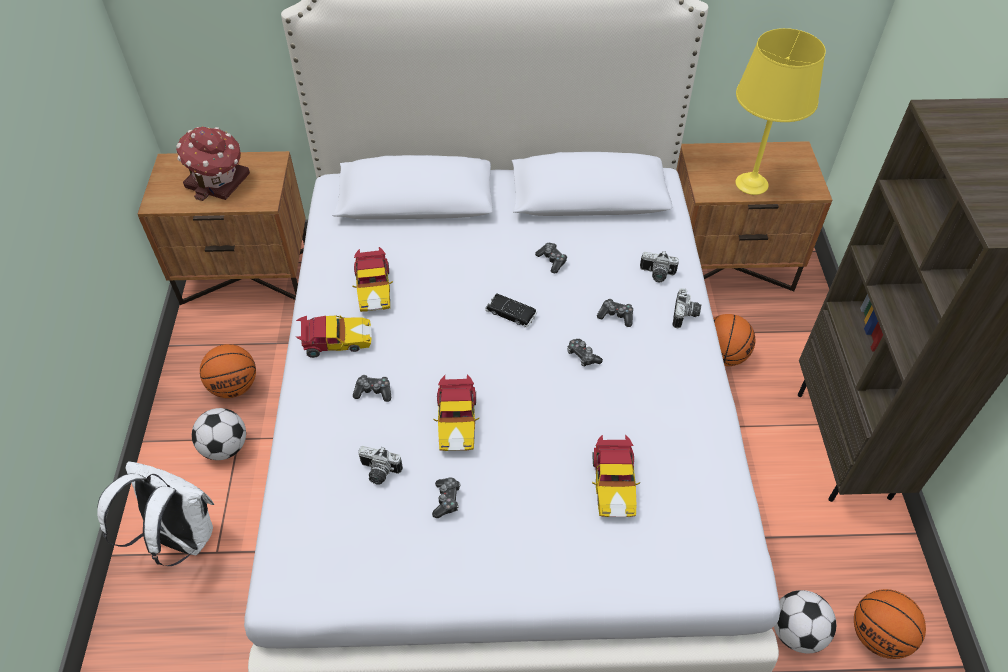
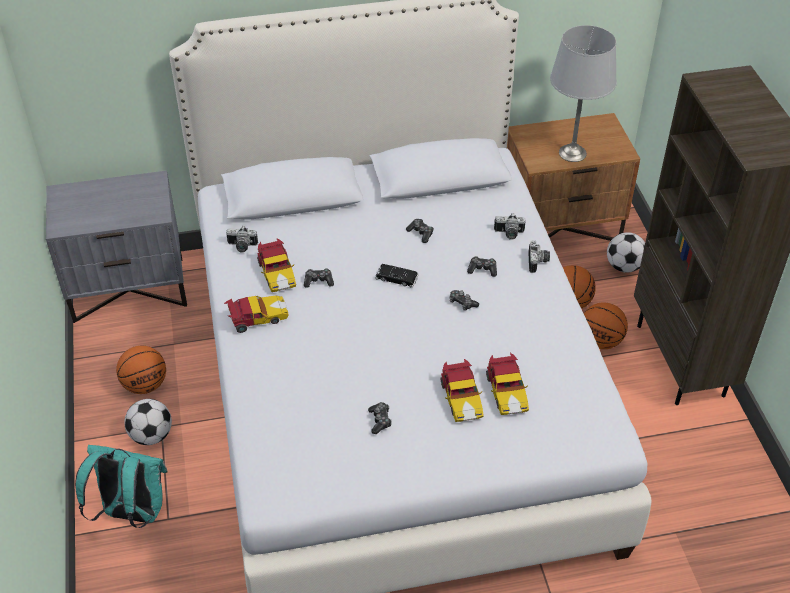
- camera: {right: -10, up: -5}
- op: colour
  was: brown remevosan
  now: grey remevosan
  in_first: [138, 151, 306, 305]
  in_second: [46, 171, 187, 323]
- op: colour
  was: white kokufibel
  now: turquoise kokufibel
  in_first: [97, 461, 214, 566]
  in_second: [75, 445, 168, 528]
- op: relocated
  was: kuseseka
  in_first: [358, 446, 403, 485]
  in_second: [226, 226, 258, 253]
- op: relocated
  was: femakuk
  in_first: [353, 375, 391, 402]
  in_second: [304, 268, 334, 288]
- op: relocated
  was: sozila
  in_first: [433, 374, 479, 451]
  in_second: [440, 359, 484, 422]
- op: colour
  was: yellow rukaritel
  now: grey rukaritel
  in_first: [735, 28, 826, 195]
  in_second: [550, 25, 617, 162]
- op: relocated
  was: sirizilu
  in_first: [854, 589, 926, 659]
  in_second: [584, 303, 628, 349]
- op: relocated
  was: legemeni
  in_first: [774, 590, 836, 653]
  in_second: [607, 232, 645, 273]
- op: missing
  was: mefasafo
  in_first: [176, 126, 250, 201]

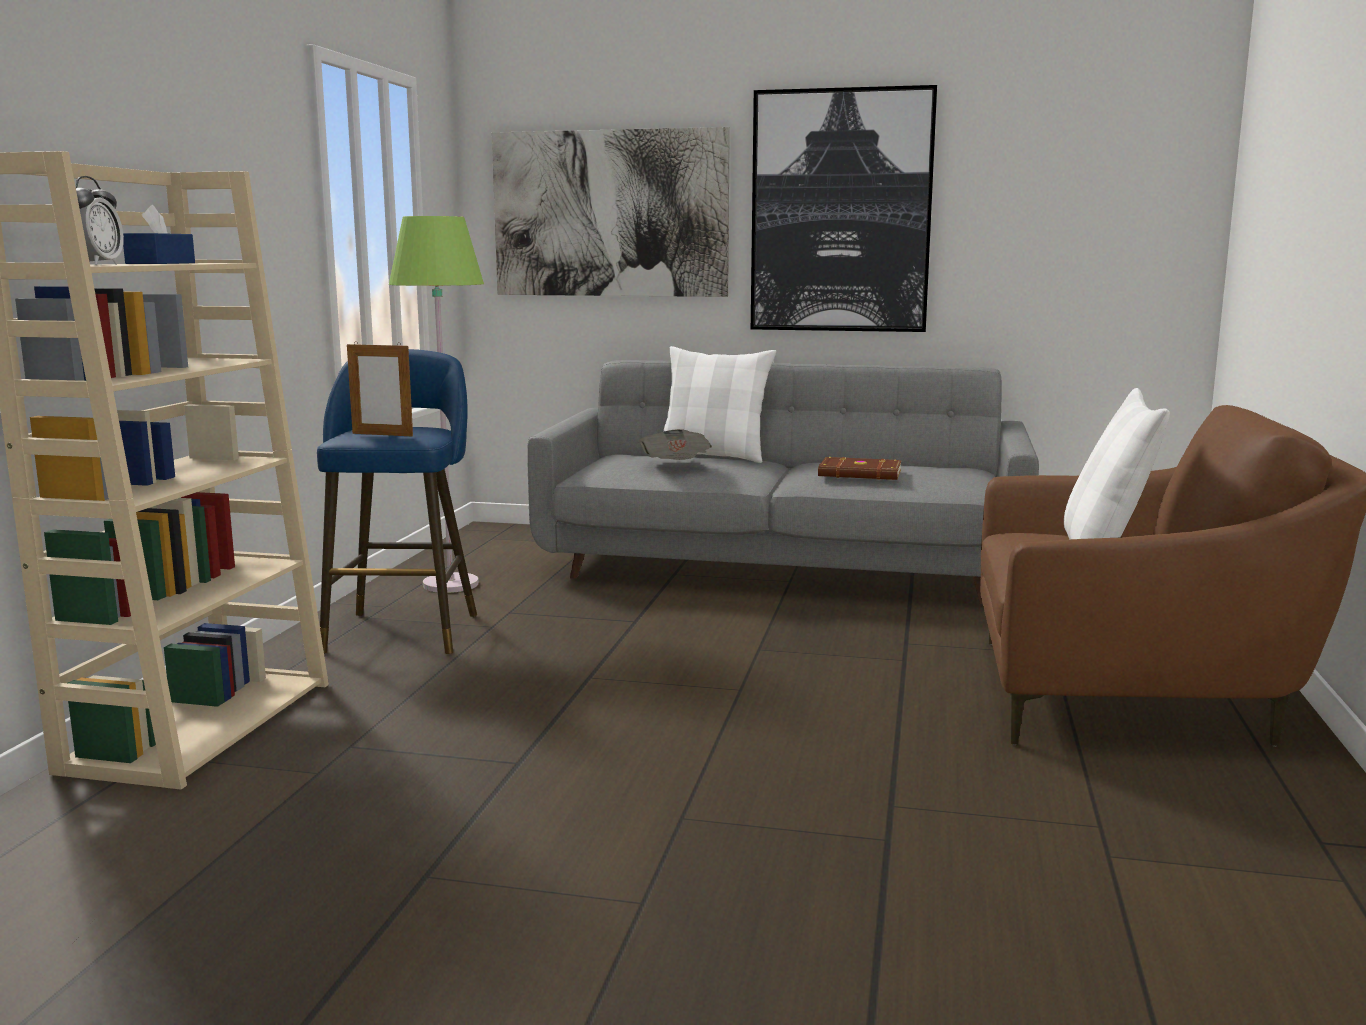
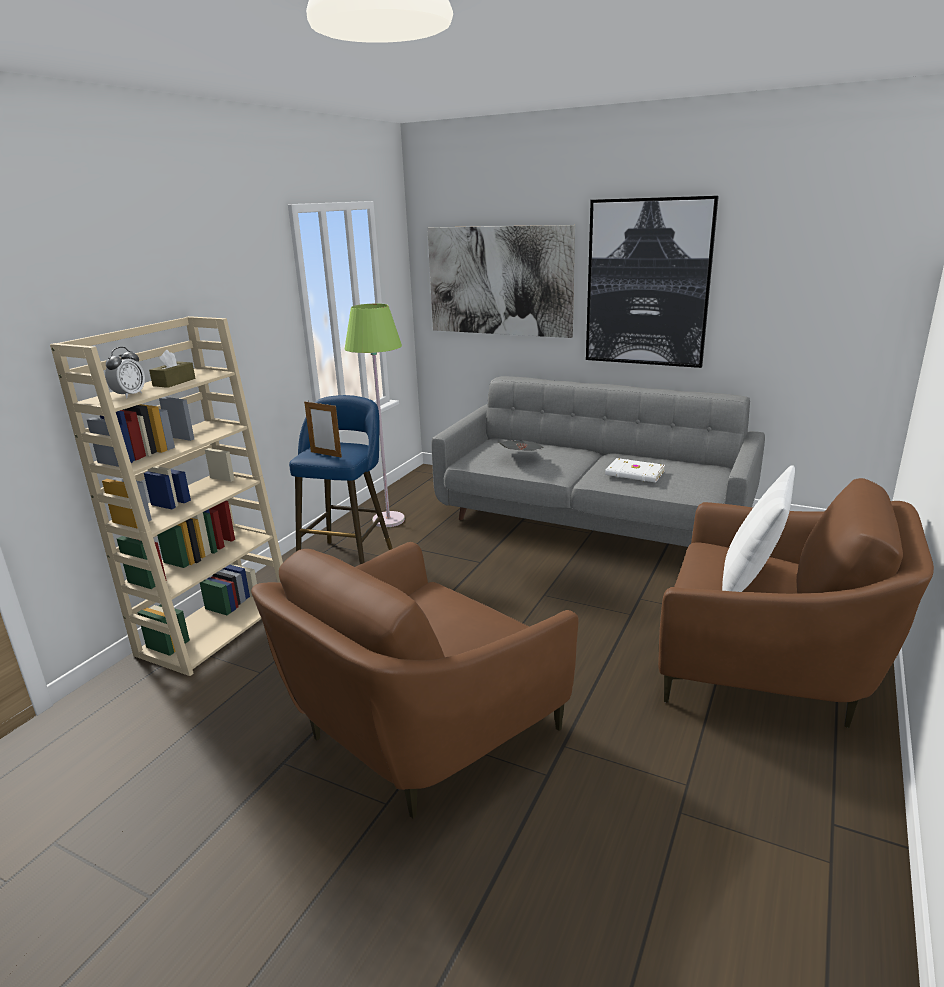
- camera: {right: 15, up: 10}
- op: colour
  was: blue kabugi
  now: brown kabugi
  in_first: [123, 205, 195, 264]
  in_second: [149, 350, 195, 388]
- op: appeared
  now: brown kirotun
  in_second: [251, 542, 579, 819]
- op: colour
  was: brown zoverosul
  now: white zoverosul
  in_first: [818, 457, 901, 480]
  in_second: [605, 458, 665, 483]
- op: missing
  was: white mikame
  in_first: [663, 346, 776, 463]

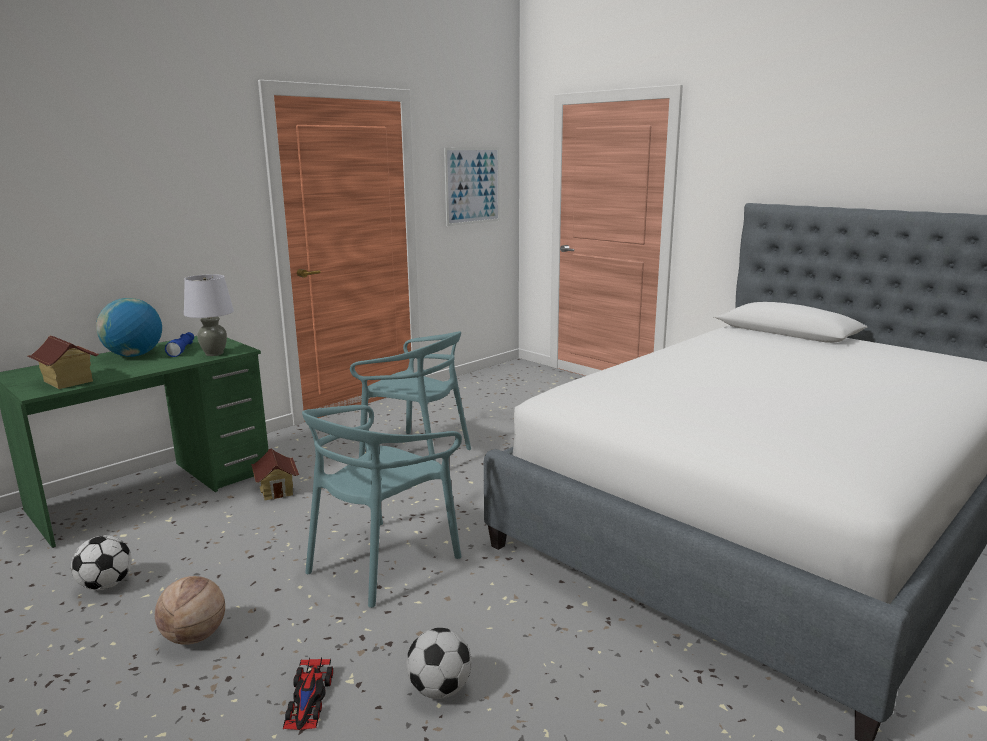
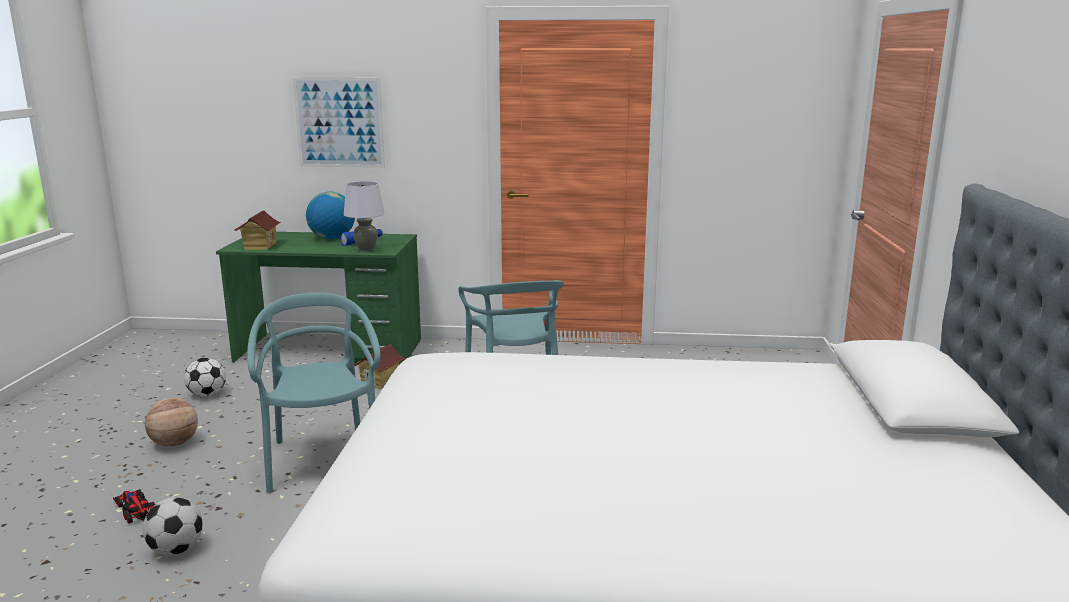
- camera: {right: 50, up: 0}
- op: spun
  was: sozila
  in_first: [283, 657, 333, 730]
  in_second: [113, 489, 155, 524]
  clockwise: 90
- op: spun
  was: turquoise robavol
  in_first: [302, 405, 462, 608]
  in_second: [247, 293, 381, 493]
  clockwise: 75
- op: relocated
  was: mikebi
  in_first: [444, 147, 500, 226]
  in_second: [293, 77, 385, 168]

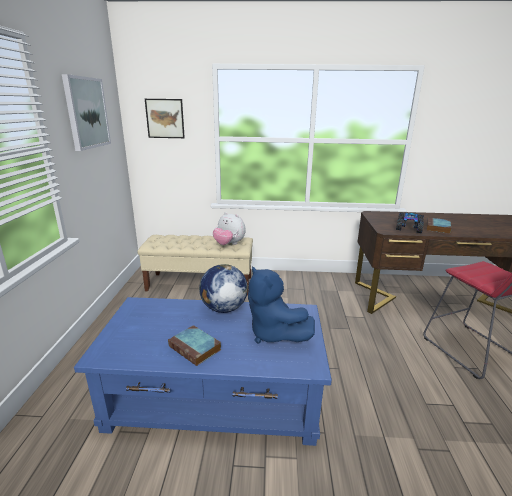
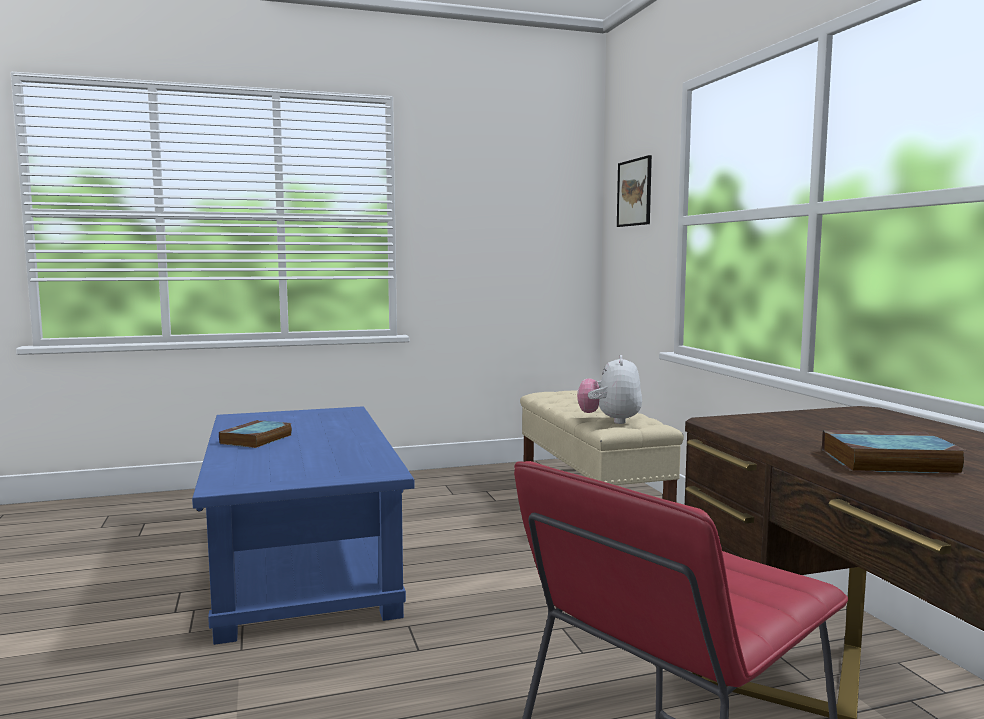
- camera: {right: 70, up: -15}
- op: missing
  was: mikebi
  in_first: [62, 74, 111, 151]
- op: missing
  was: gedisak
  in_first: [199, 264, 248, 313]
- op: missing
  was: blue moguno
  in_first: [248, 266, 315, 344]
- op: missing
  was: sozila
  in_first: [396, 212, 424, 233]

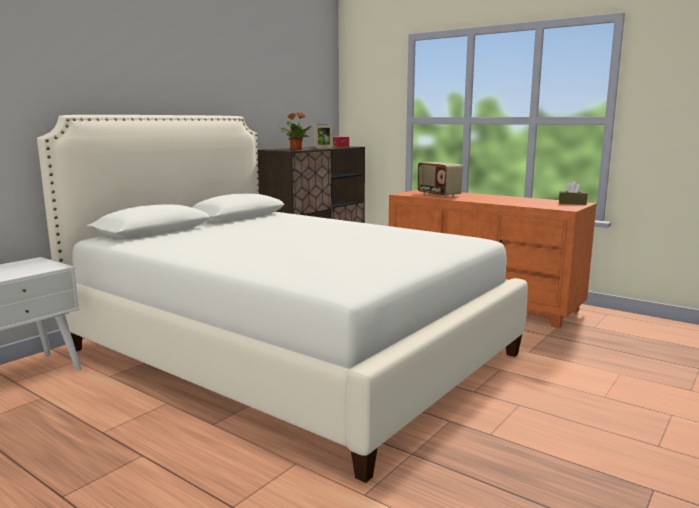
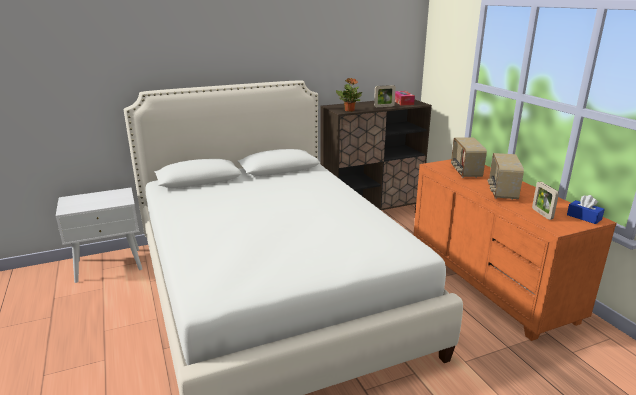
- camera: {right: 30, up: 10}
- op: appeared
  now: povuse
  in_second: [488, 153, 524, 200]
- op: appeared
  now: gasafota
  in_second: [532, 182, 559, 220]
- op: colour
  was: brown kabugi
  now: blue kabugi
  in_first: [559, 181, 587, 205]
  in_second: [567, 195, 605, 224]

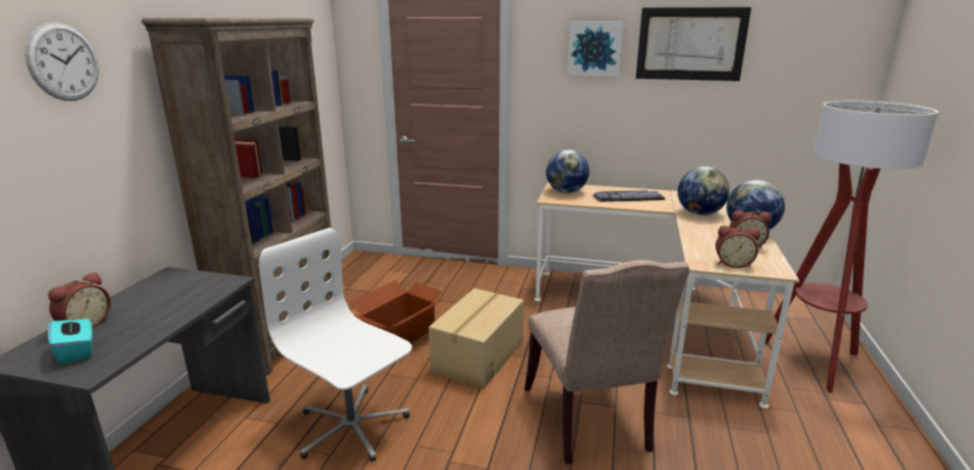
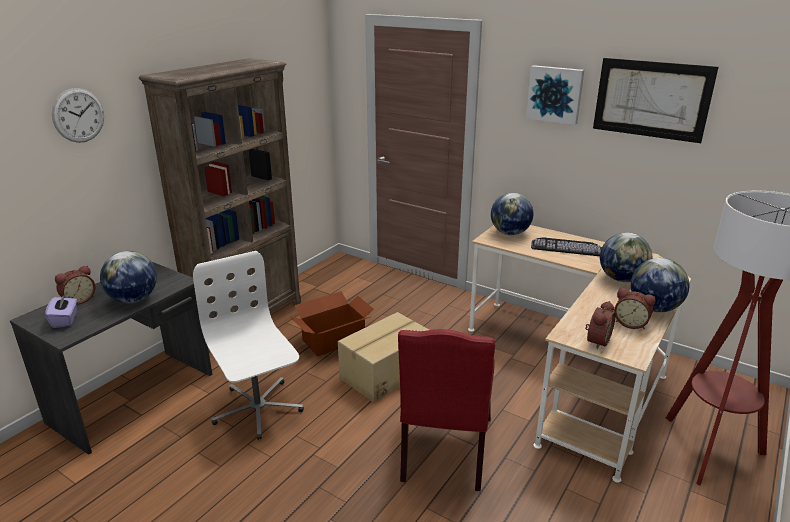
- camera: {right: 20, up: 5}
- op: colour
  was: turquoise kabugi
  now: purple kabugi
  in_first: [48, 311, 93, 365]
  in_second: [45, 294, 77, 328]
- op: appeared
  now: gedisak
  in_second: [100, 251, 157, 303]
- op: colour
  was: beige robavol
  now: red robavol
  in_first: [524, 260, 689, 465]
  in_second: [398, 329, 495, 491]
- op: spun
  was: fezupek
  in_first: [715, 226, 760, 268]
  in_second: [585, 301, 616, 349]
  clockwise: -90

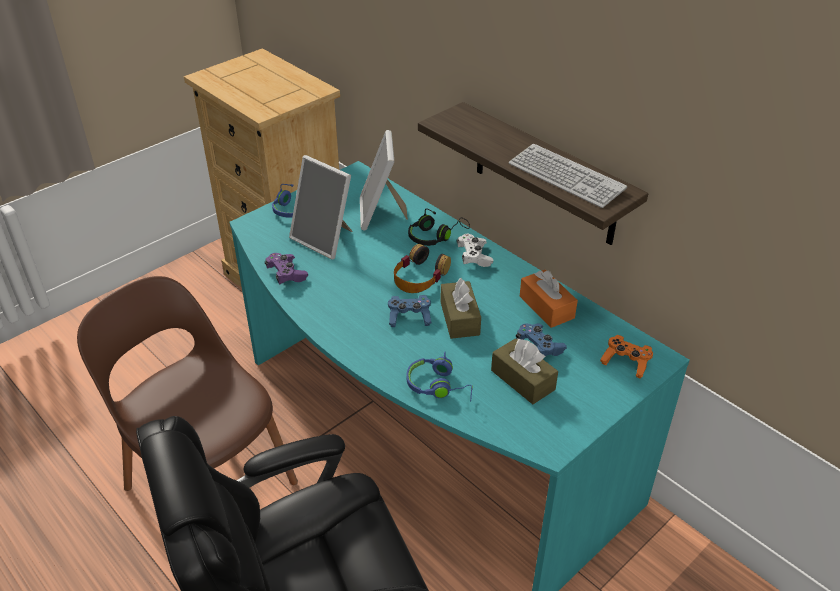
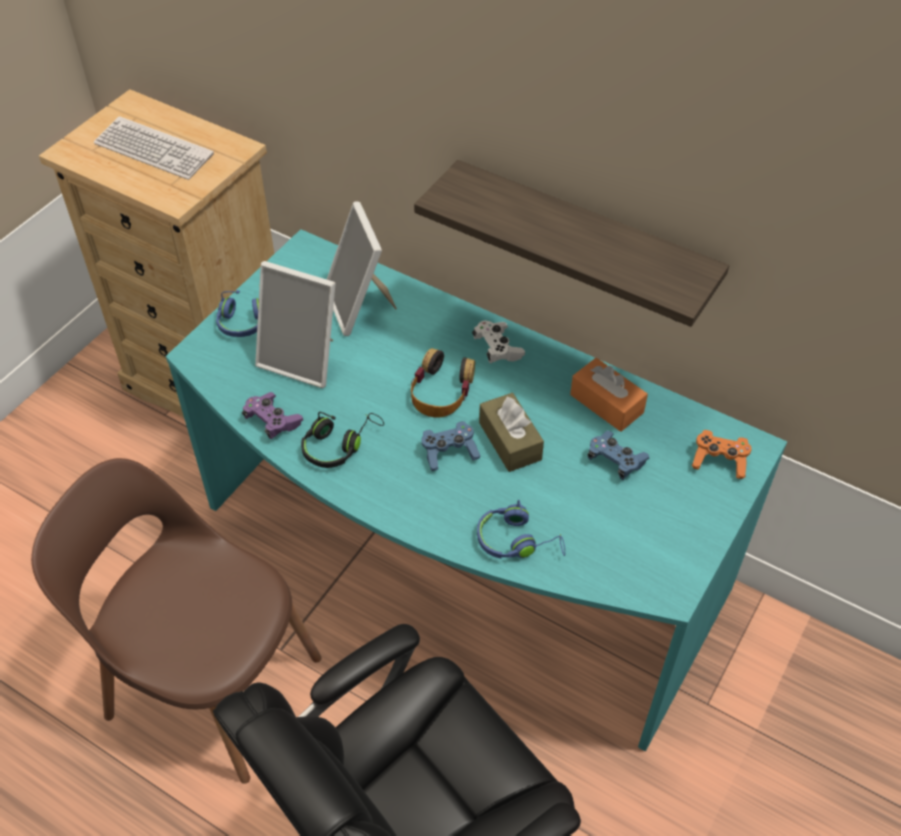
- camera: {right: -15, up: 10}
- op: relocated
  was: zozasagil
  in_first: [509, 144, 627, 208]
  in_second: [94, 116, 214, 180]
- op: relocated
  was: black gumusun
  in_first: [408, 208, 470, 246]
  in_second: [301, 412, 384, 468]
- op: missing
  was: brown kabugi
  in_first: [491, 338, 558, 404]

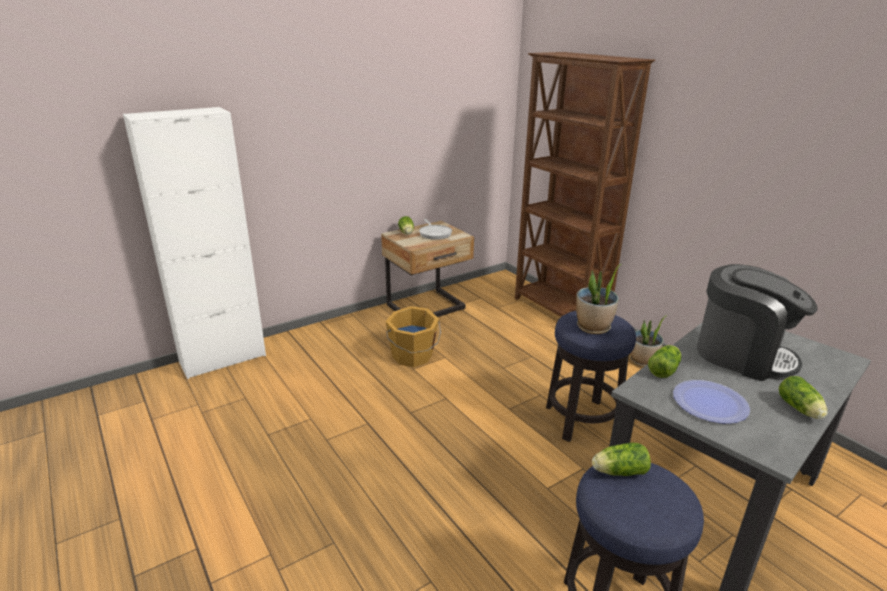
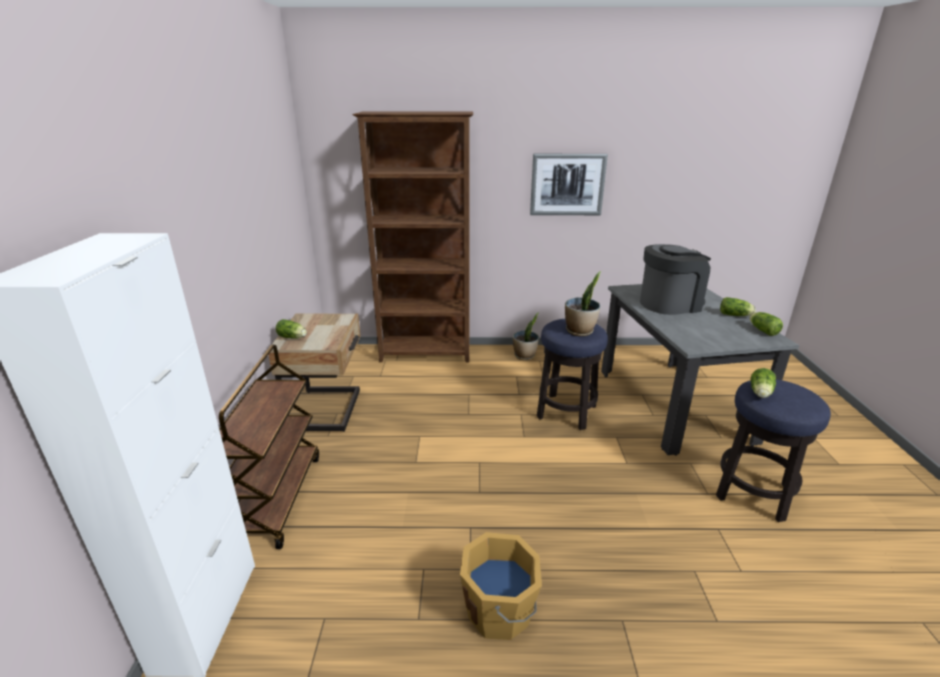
- camera: {right: -55, up: 0}
- op: appeared
  now: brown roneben
  in_second: [219, 345, 319, 549]
- op: relocated
  was: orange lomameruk
  in_first: [385, 306, 441, 367]
  in_second: [460, 532, 542, 640]
- op: appeared
  now: mikebi
  in_second: [530, 154, 608, 215]
- op: relocated
  was: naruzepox
  in_first: [648, 345, 681, 378]
  in_second: [749, 312, 783, 336]
- op: missing
  was: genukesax
  in_first: [419, 219, 452, 240]
- op: missing
  was: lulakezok
  in_first: [673, 380, 750, 424]

